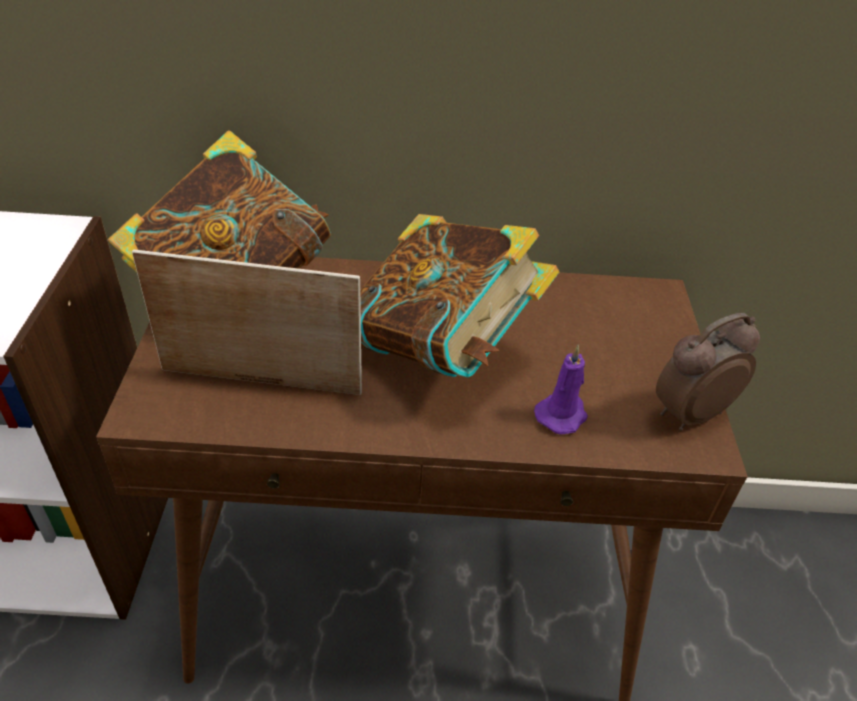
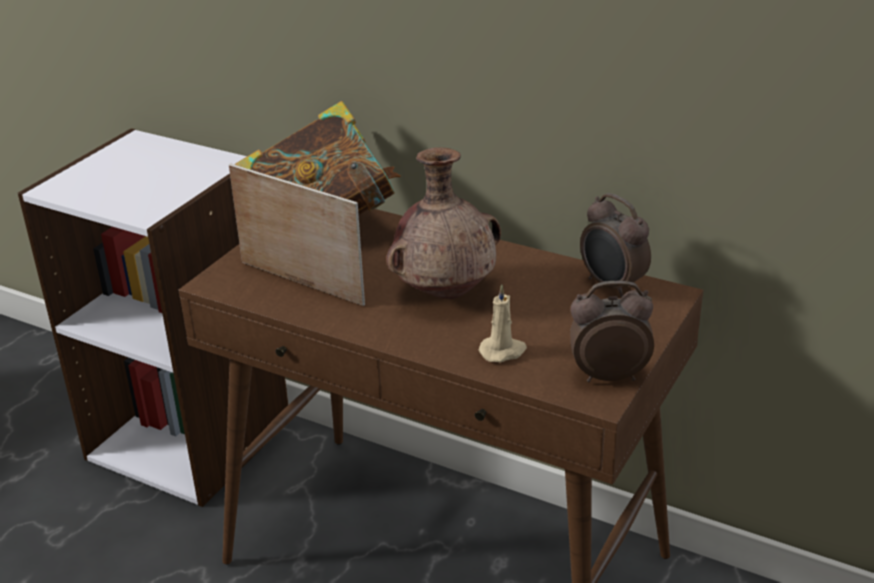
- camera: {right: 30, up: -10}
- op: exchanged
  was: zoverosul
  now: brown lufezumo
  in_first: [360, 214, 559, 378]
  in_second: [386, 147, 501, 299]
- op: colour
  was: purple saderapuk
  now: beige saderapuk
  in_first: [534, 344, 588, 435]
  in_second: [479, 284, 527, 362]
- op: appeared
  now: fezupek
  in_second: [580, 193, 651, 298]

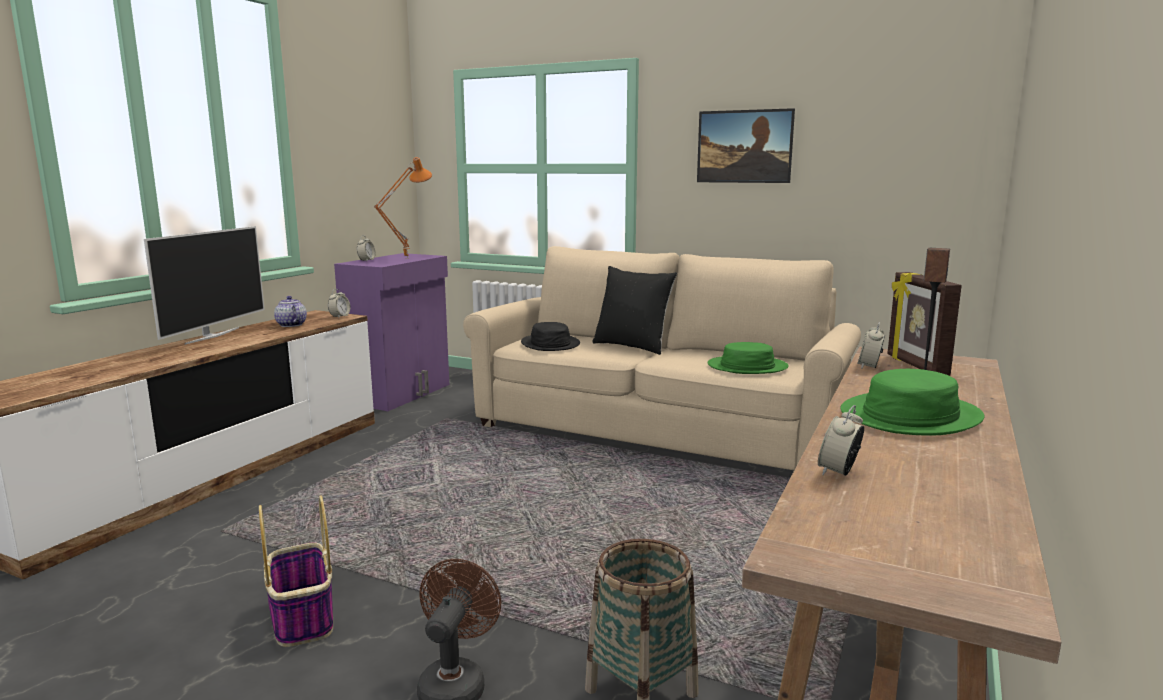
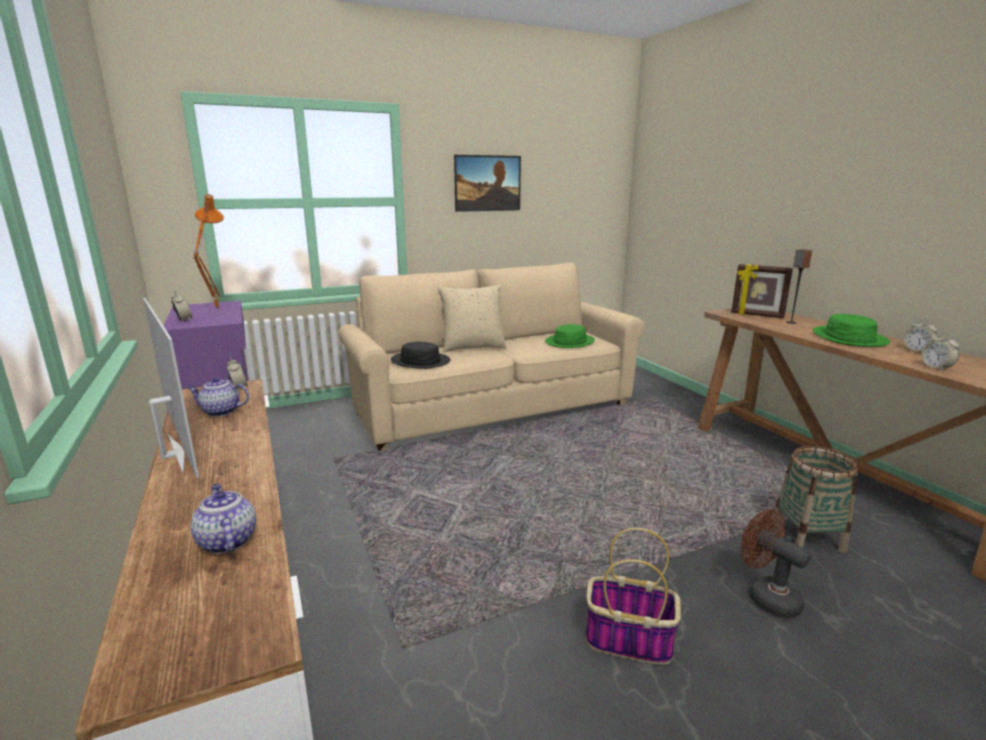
- camera: {right: -50, up: 5}
- op: appeared
  now: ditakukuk
  in_second: [190, 484, 256, 554]
- op: colour
  was: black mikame
  now: beige mikame
  in_first: [592, 266, 677, 355]
  in_second: [437, 284, 507, 352]
- op: relocated
  was: fezupek
  in_first: [857, 322, 885, 369]
  in_second: [903, 319, 938, 351]

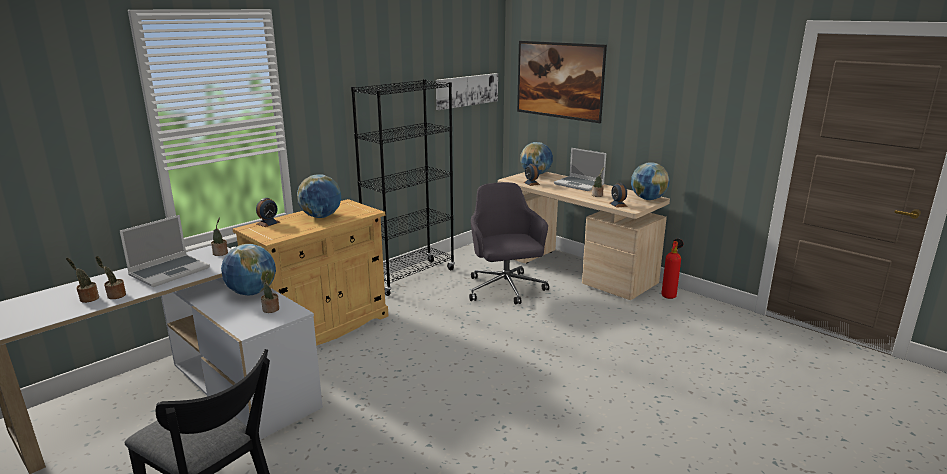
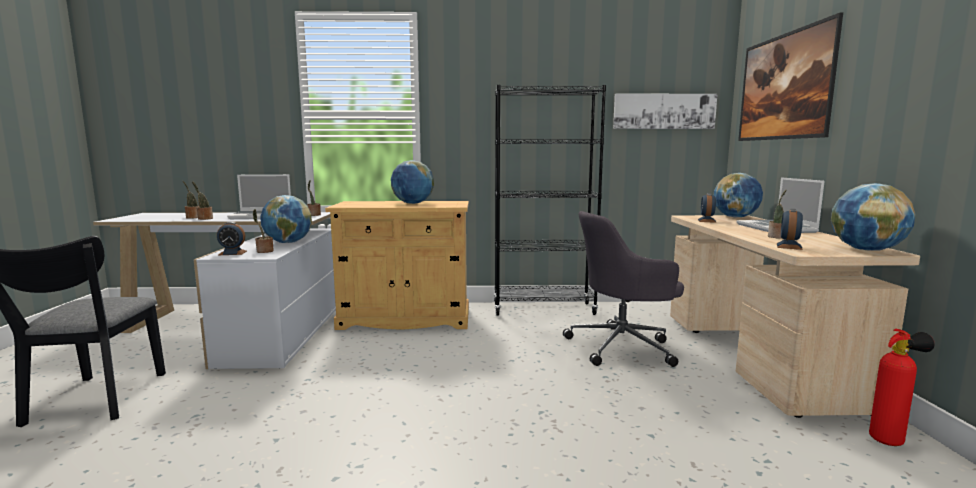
- camera: {right: 45, up: -10}
- op: relocated
  was: fezupek
  in_first: [256, 198, 280, 227]
  in_second: [217, 222, 247, 255]
- op: spun
  was: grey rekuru
  in_first: [469, 182, 549, 305]
  in_second: [563, 211, 684, 367]
  clockwise: -135

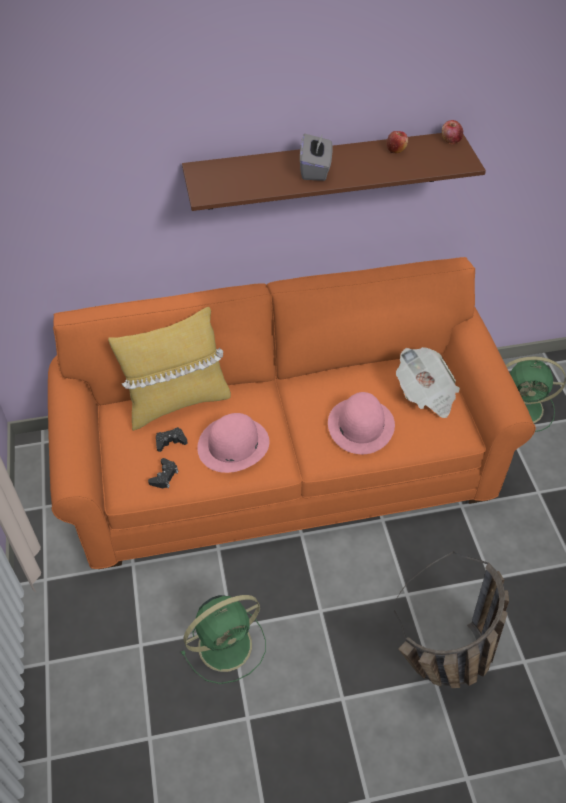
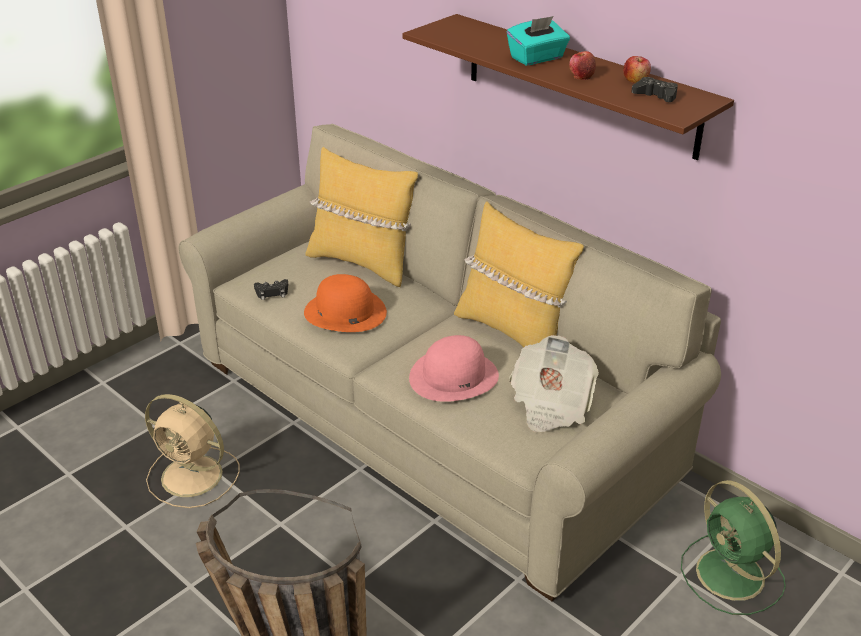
- camera: {right: 55, up: -15}
- op: colour
  was: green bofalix
  now: beige bofalix
  in_first: [181, 595, 266, 684]
  in_second: [145, 394, 240, 508]
- op: colour
  was: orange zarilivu
  now: beige zarilivu
  in_first: [48, 257, 536, 569]
  in_second: [178, 124, 721, 601]
- op: colour
  was: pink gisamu
  now: orange gisamu
  in_first: [197, 413, 269, 473]
  in_second: [304, 274, 387, 332]
- op: appeared
  now: yellow mikame
  in_second: [454, 201, 584, 348]
- op: colour
  was: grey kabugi
  now: turquoise kabugi
  in_first: [300, 133, 333, 181]
  in_second: [507, 16, 570, 66]
- op: relocated
  was: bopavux
  in_first: [442, 120, 463, 145]
  in_second: [569, 51, 596, 80]
- op: relocated
  was: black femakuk
  in_first: [156, 427, 188, 452]
  in_second: [631, 77, 678, 102]

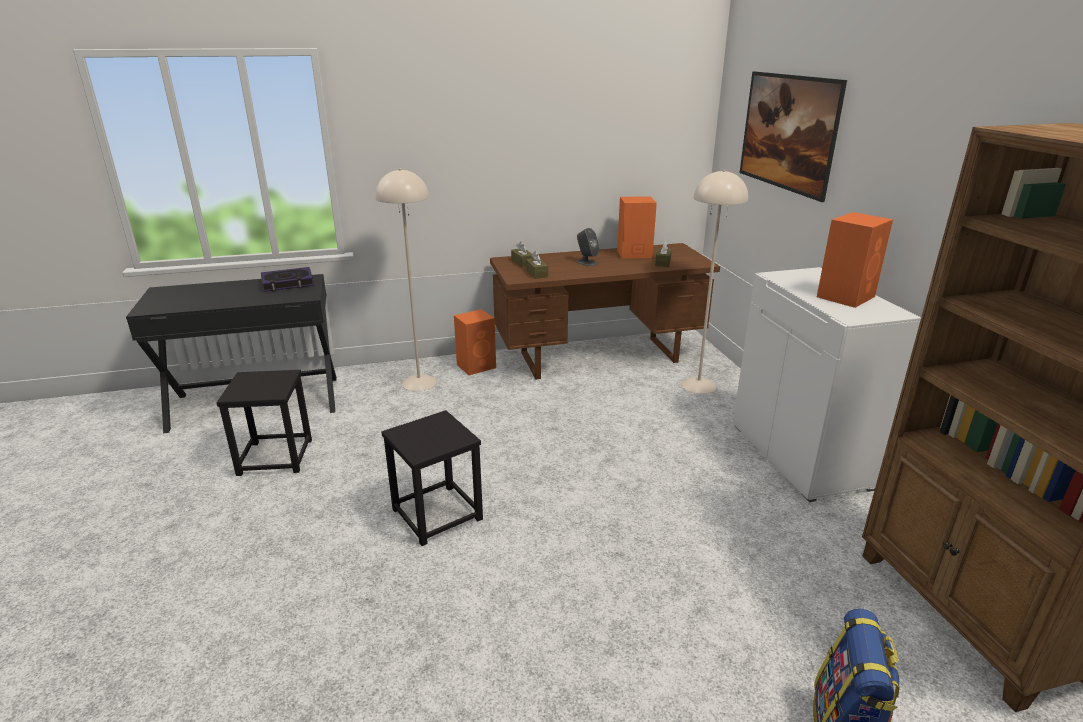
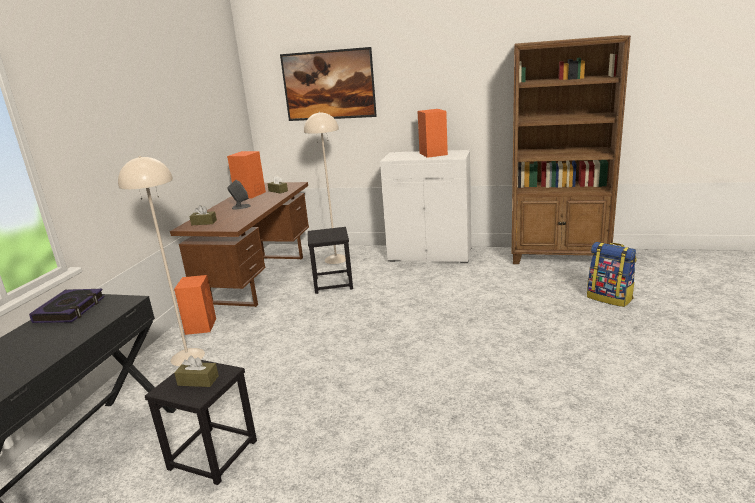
- camera: {right: -60, up: -5}
- op: relocated
  was: brown kabugi
  in_first: [526, 251, 548, 279]
  in_second: [174, 355, 219, 387]
- op: relocated
  was: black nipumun
  in_first: [381, 410, 483, 546]
  in_second: [308, 227, 353, 294]

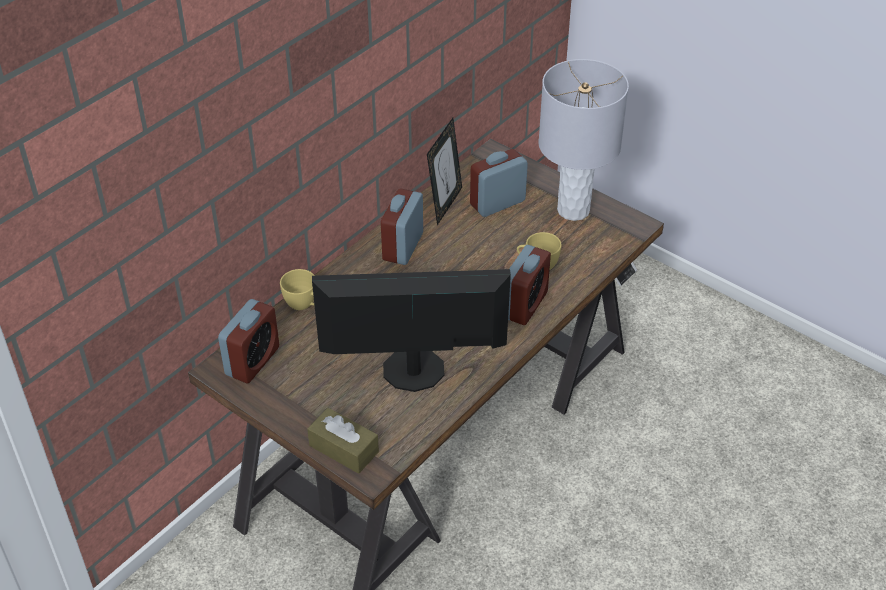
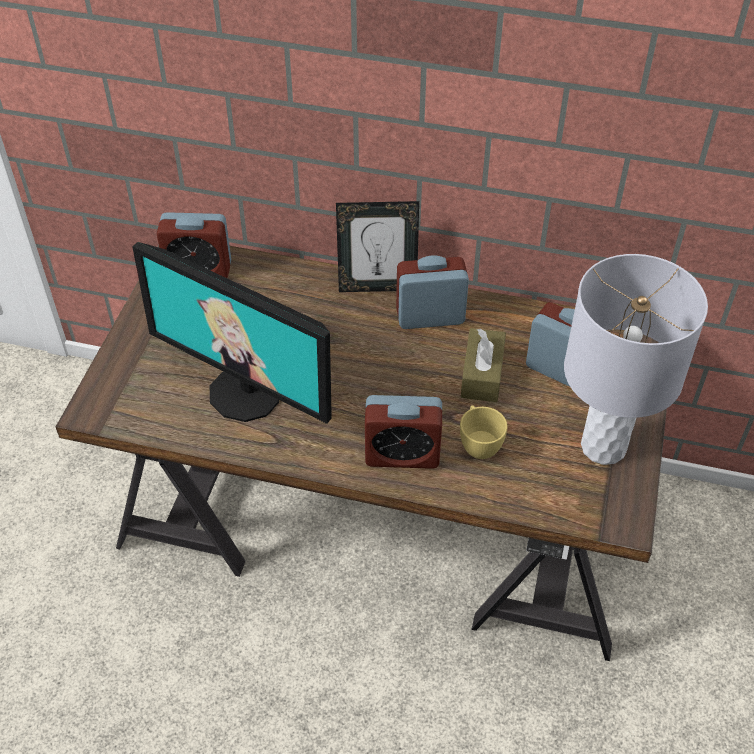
- camera: {right: 65, up: 5}
- op: spun
  was: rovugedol
  in_first: [312, 269, 511, 392]
  in_second: [132, 242, 332, 424]
  clockwise: 150
- op: relocated
  was: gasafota
  in_first: [427, 118, 462, 225]
  in_second: [336, 201, 419, 292]
- op: relocated
  was: brown kabugi
  in_first: [307, 408, 379, 474]
  in_second: [461, 328, 506, 402]
- op: missing
  was: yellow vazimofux
  in_first: [280, 269, 315, 310]

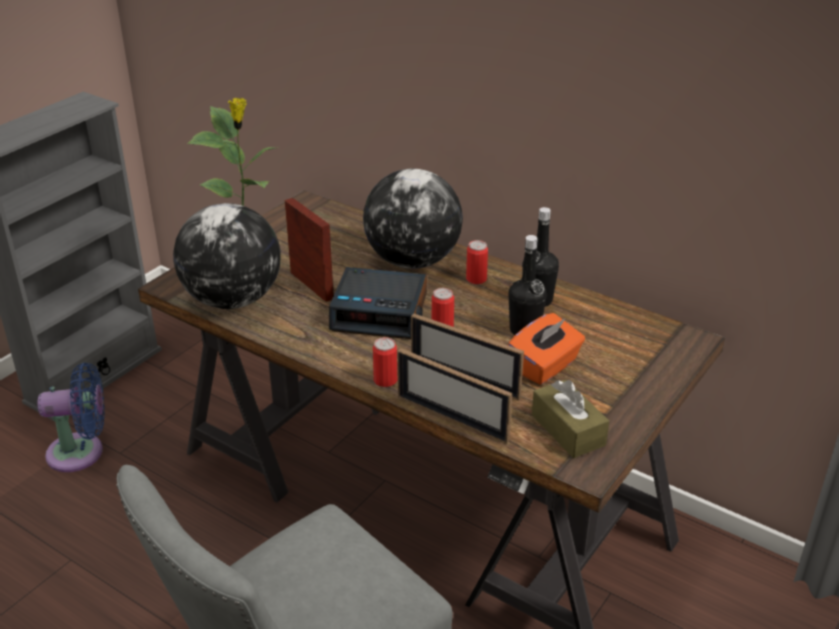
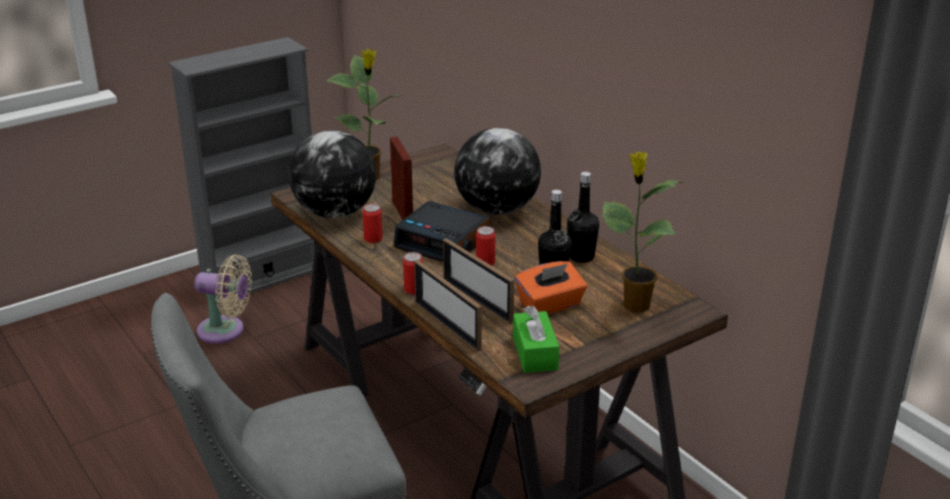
- camera: {right: 20, up: -5}
- op: colour
  was: blue bofalix
  now: beige bofalix
  in_first: [38, 363, 105, 472]
  in_second: [194, 255, 252, 344]
- op: relocated
  was: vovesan
  in_first: [466, 240, 488, 284]
  in_second: [362, 204, 383, 243]
- op: colour
  was: brown kabugi
  now: green kabugi
  in_first: [532, 379, 609, 458]
  in_second: [513, 306, 559, 373]
- op: appeared
  now: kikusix
  in_second: [600, 152, 685, 312]

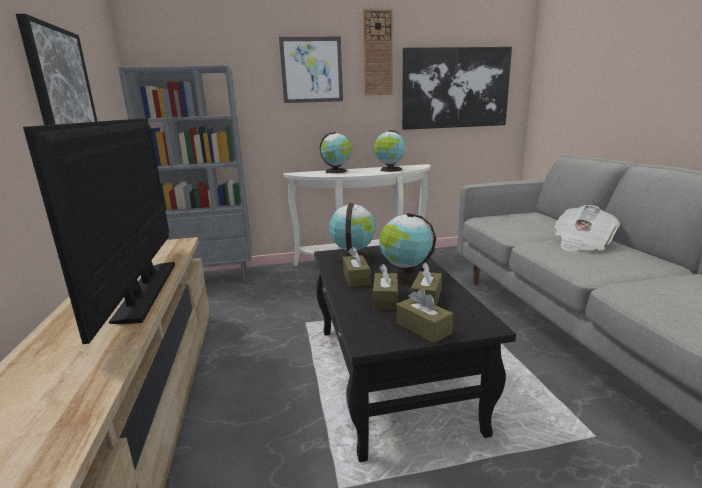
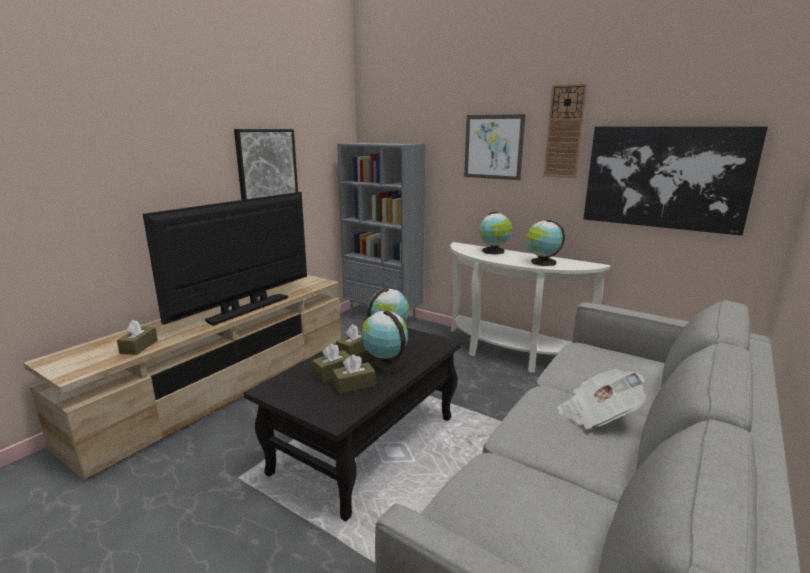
- camera: {right: 45, up: 0}
- op: relocated
  was: brown kabugi
  in_first: [396, 289, 453, 343]
  in_second: [117, 320, 158, 355]

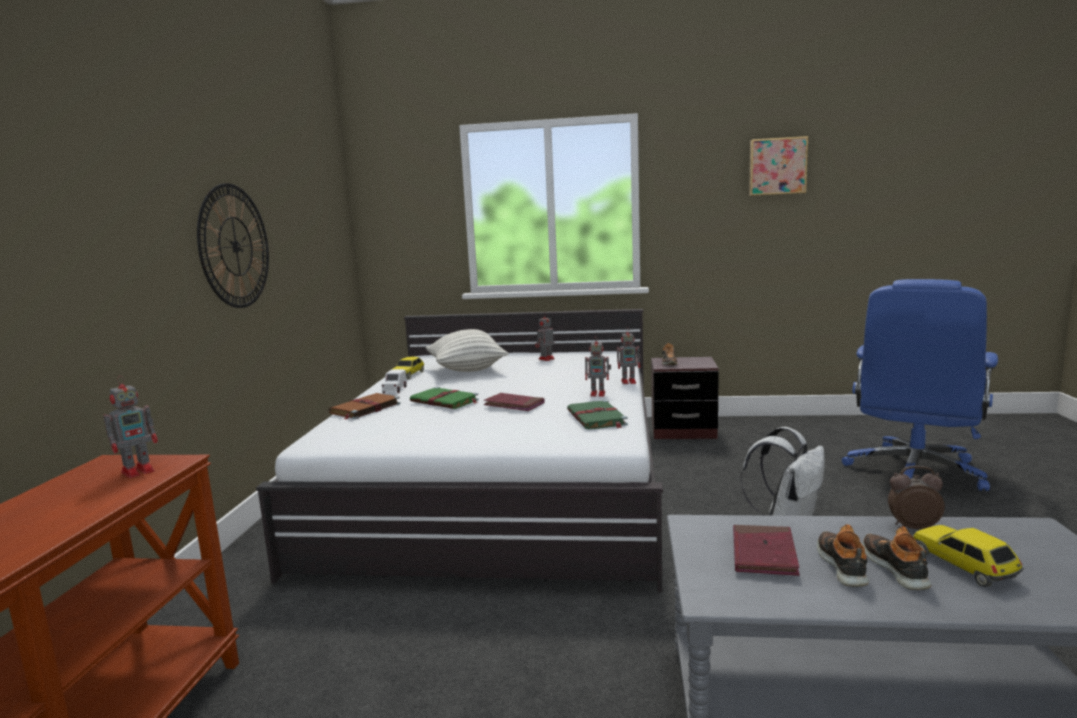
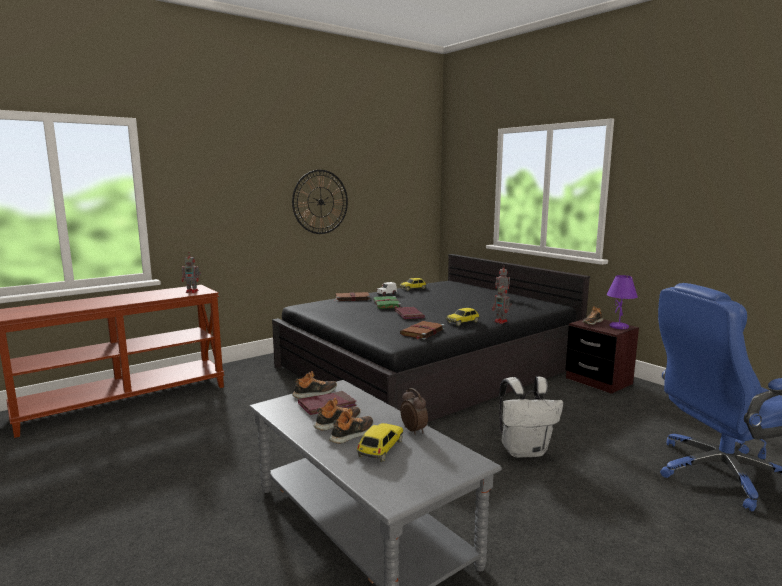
- camera: {right: 45, up: 0}
- op: colour
  was: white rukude
  now: black rukude
  in_first: [256, 309, 663, 592]
  in_second: [272, 254, 590, 422]
- op: appeared
  now: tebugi
  in_second: [292, 371, 337, 399]
- op: colour
  was: green zoverosul
  now: brown zoverosul
  in_first: [567, 400, 628, 429]
  in_second: [400, 321, 445, 339]
- op: exchanged
  was: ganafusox
  now: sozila
  in_first: [585, 336, 611, 397]
  in_second: [447, 308, 479, 326]
- op: appeared
  now: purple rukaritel
  in_second: [607, 275, 638, 329]
- op: missing
  was: mikame
  in_first: [426, 329, 509, 372]
- op: missing
  was: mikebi
  in_first: [749, 136, 808, 196]

